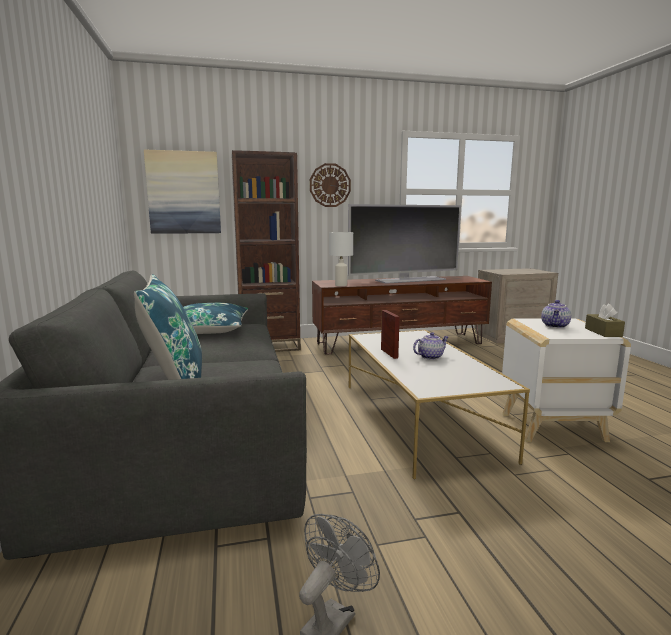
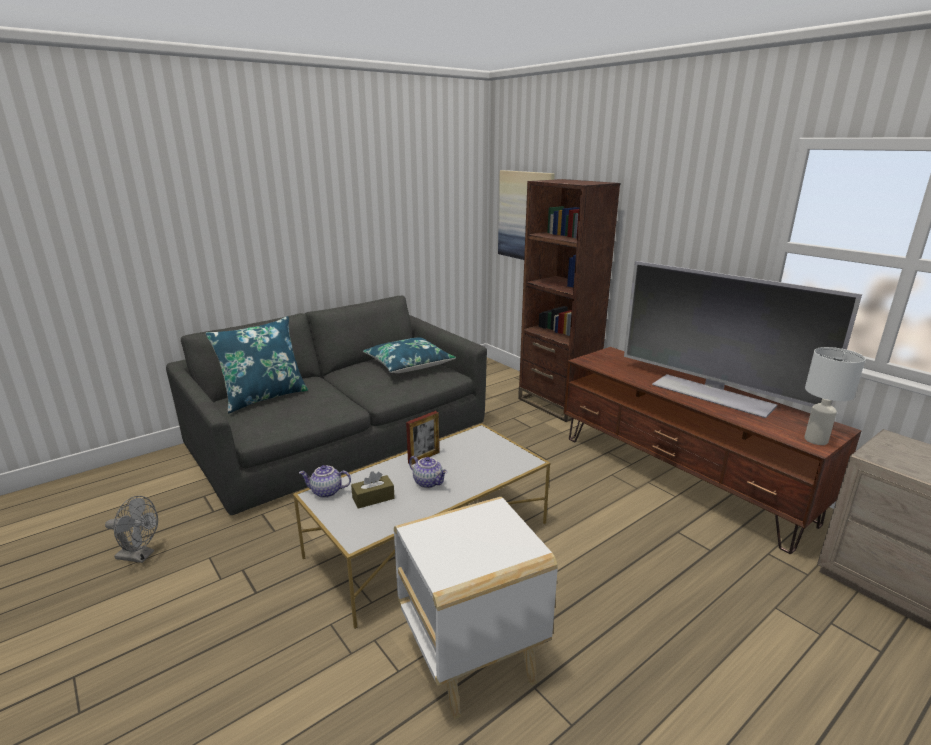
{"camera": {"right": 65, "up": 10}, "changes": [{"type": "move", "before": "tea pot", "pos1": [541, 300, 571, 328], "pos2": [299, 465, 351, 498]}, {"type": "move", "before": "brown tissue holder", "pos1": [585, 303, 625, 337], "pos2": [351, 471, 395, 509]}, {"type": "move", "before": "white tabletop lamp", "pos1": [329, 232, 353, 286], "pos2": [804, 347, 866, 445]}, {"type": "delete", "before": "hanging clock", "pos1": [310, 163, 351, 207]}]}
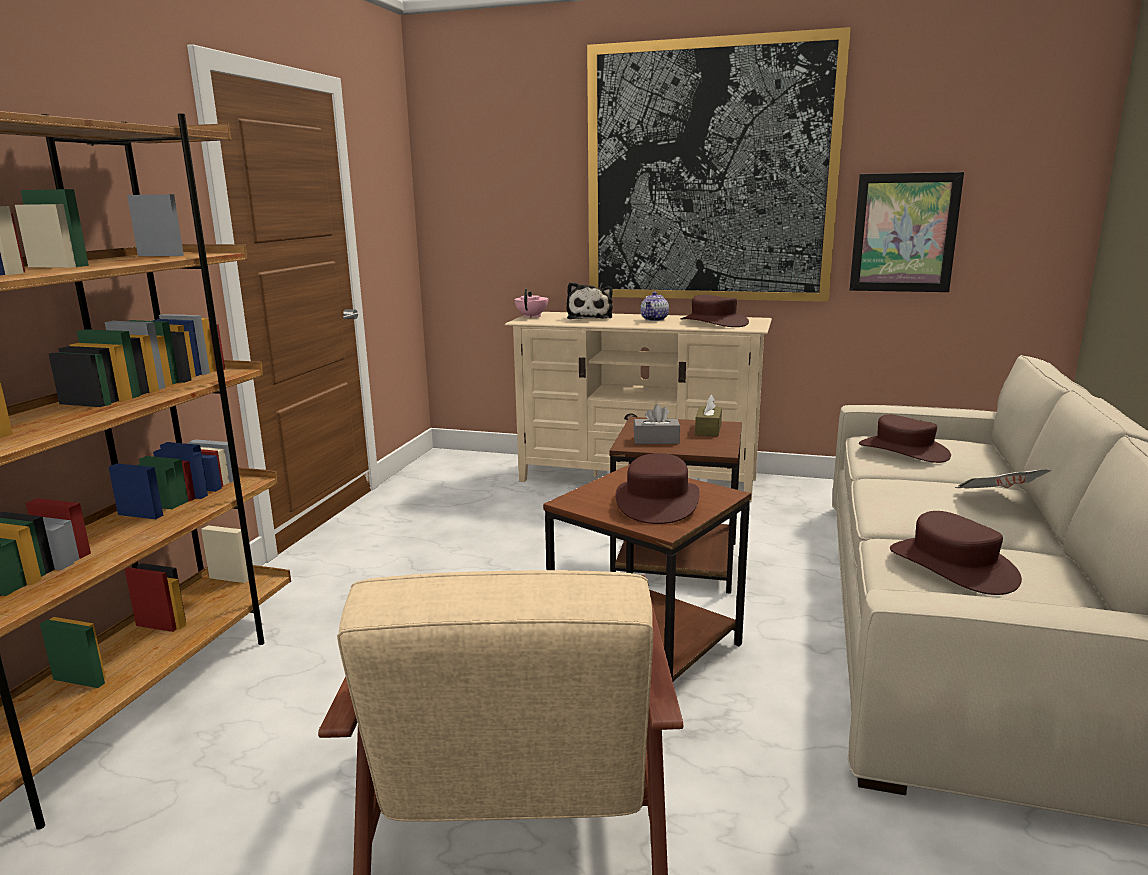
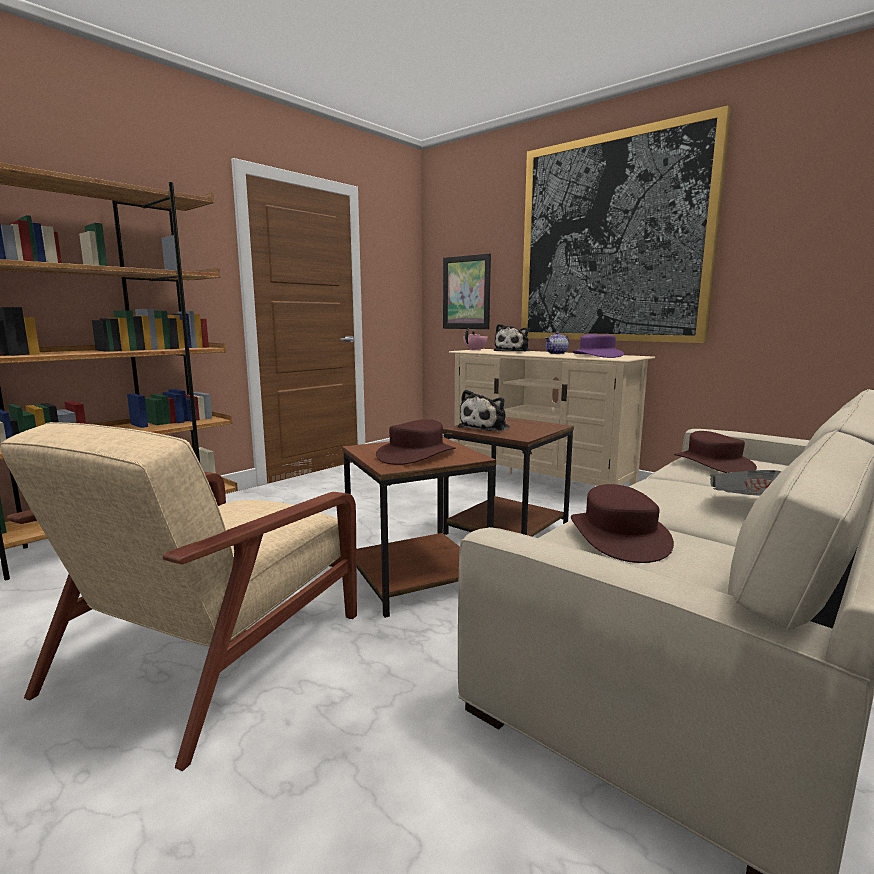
{"camera": {"right": 25, "up": -5}, "changes": [{"type": "move", "before": "wall picture", "pos1": [850, 172, 964, 292], "pos2": [443, 254, 491, 329]}, {"type": "replace", "before": "grey tissue holder", "after": "cuddly toy", "pos1": [634, 404, 680, 444], "pos2": [458, 390, 509, 431]}, {"type": "recolor", "before": "brown wearable hat", "after": "purplish wearable hat", "pos1": [681, 295, 749, 327], "pos2": [573, 334, 624, 358]}, {"type": "delete", "before": "brown tissue holder", "pos1": [695, 394, 722, 436]}]}
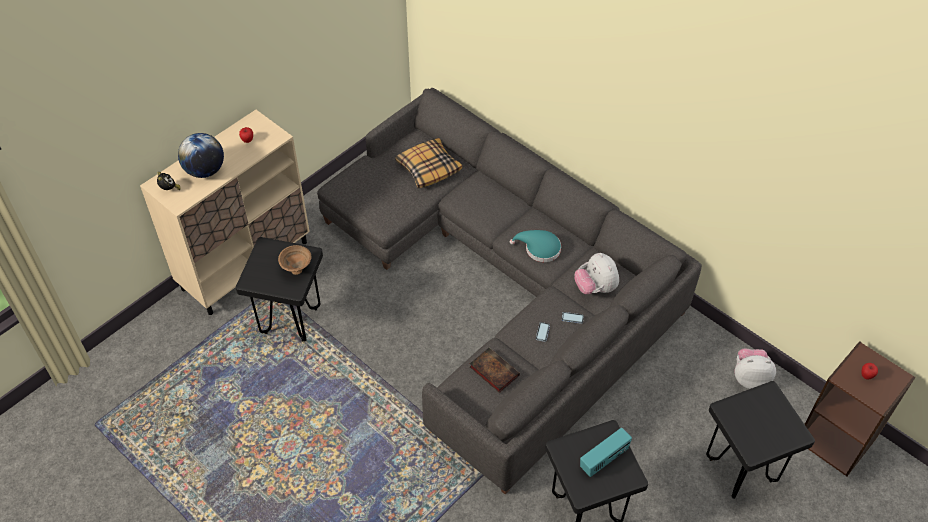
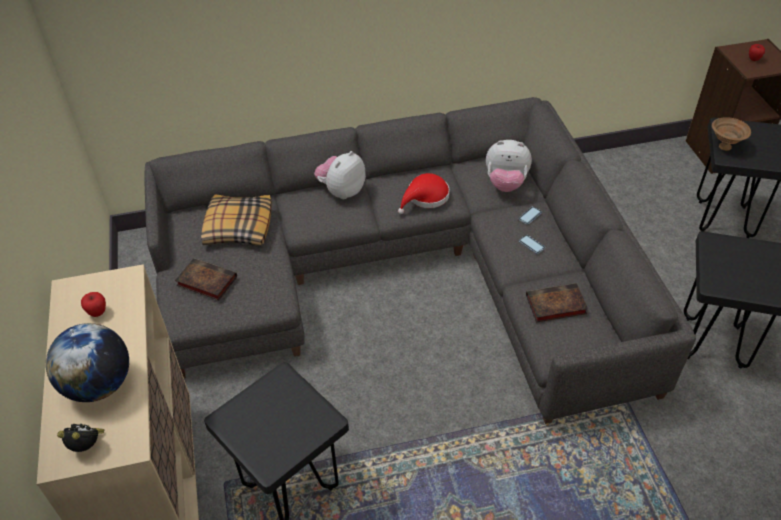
{"camera": {"right": -55, "up": -5}, "changes": [{"type": "insert", "after": "bound book", "pos2": [175, 258, 237, 300]}, {"type": "move", "before": "cuddly toy", "pos1": [735, 348, 776, 389], "pos2": [314, 151, 366, 199]}, {"type": "recolor", "before": "blue-green wearable hat", "after": "red wearable hat", "pos1": [510, 230, 561, 262], "pos2": [398, 173, 450, 214]}, {"type": "move", "before": "brown serving bowl", "pos1": [278, 245, 312, 275], "pos2": [712, 117, 751, 151]}, {"type": "delete", "before": "radio", "pos1": [580, 428, 632, 477]}]}
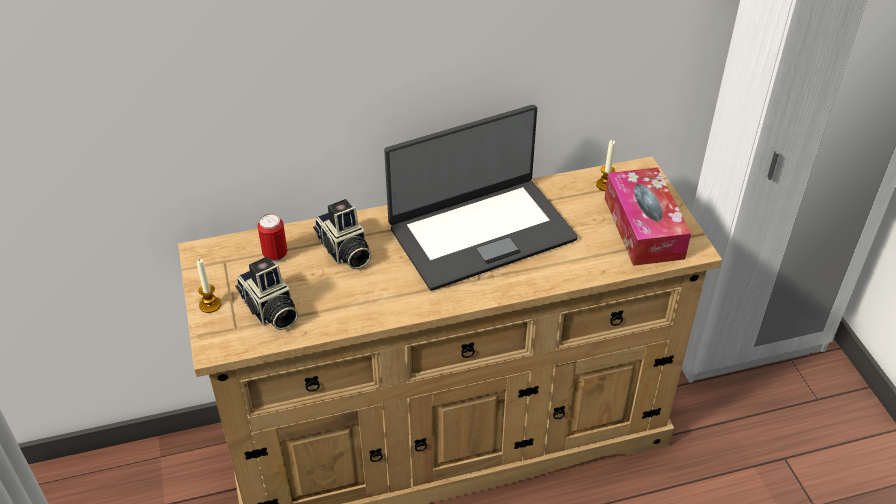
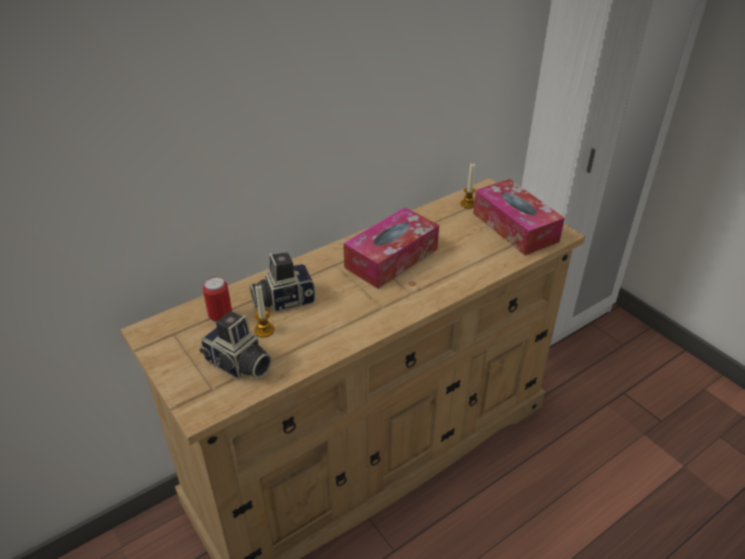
{"camera": {"right": -20, "up": -5}, "changes": [{"type": "rotate", "before": "photo camera", "pos1": [313, 199, 372, 269], "pos2": [249, 252, 316, 312], "turn": 120}, {"type": "move", "before": "candle", "pos1": [196, 259, 221, 313], "pos2": [254, 285, 274, 338]}, {"type": "replace", "before": "portable computer", "after": "tissue holder", "pos1": [384, 105, 578, 291], "pos2": [343, 207, 439, 289]}]}
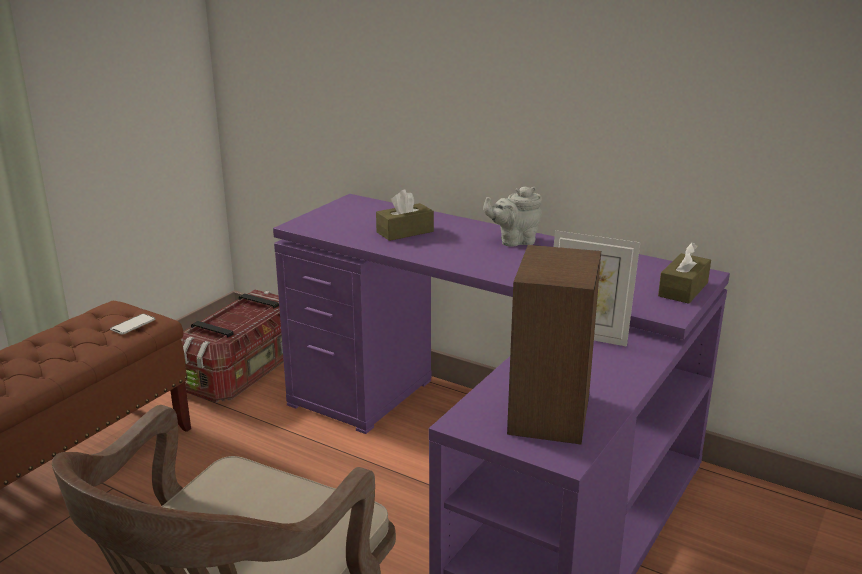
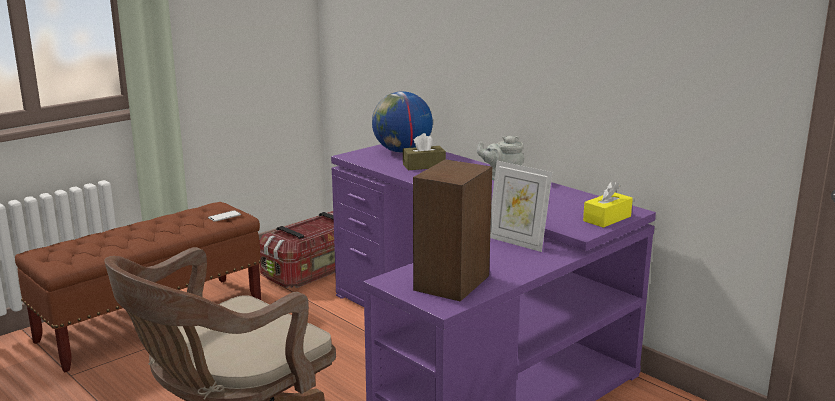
{"camera": {"right": 15, "up": -5}, "changes": [{"type": "insert", "after": "desk globe", "pos2": [372, 91, 433, 153]}, {"type": "recolor", "before": "brown tissue holder", "after": "yellow tissue holder", "pos1": [658, 242, 711, 304], "pos2": [583, 181, 633, 228]}]}
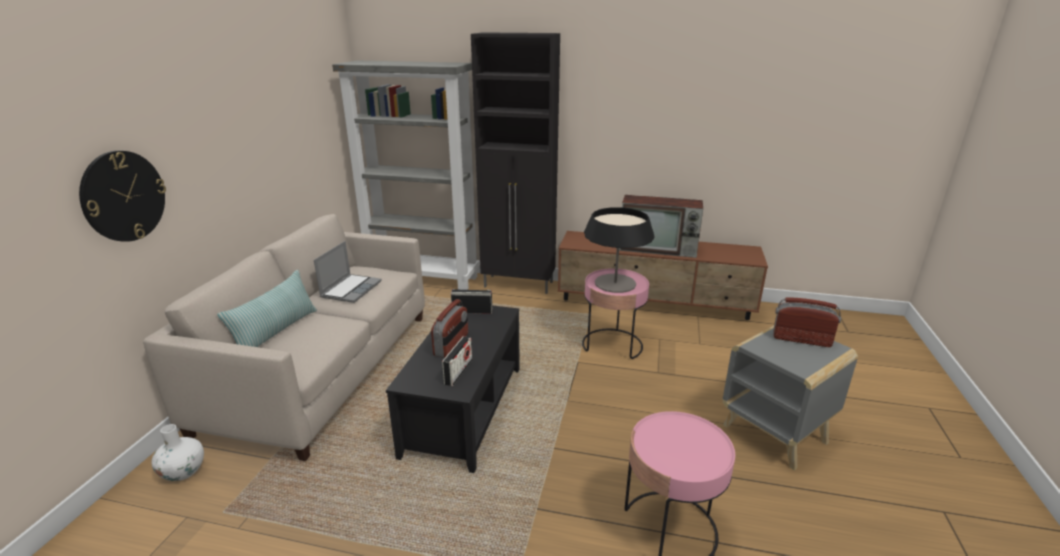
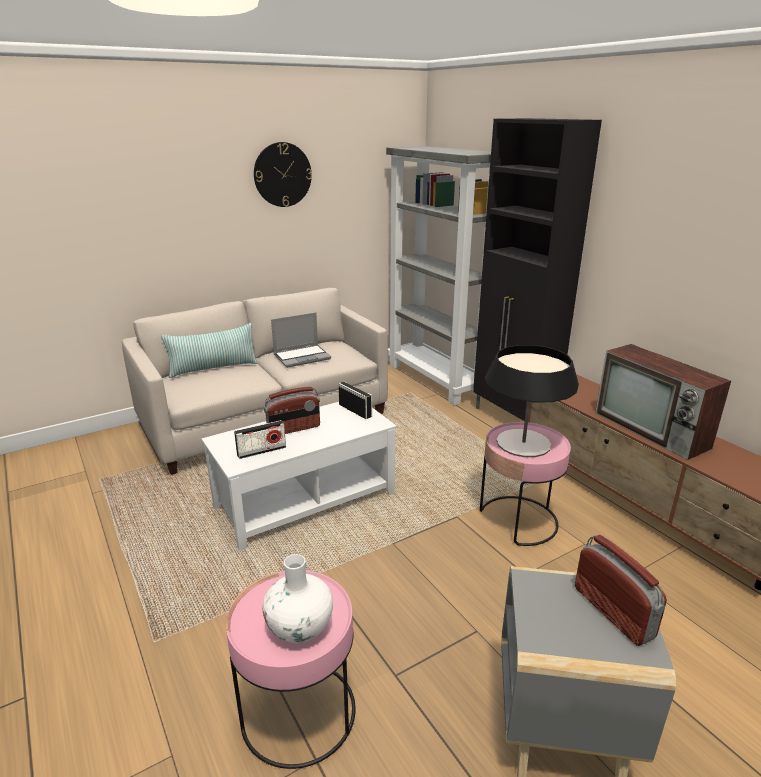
{"camera": {"right": 45, "up": 0}, "changes": [{"type": "recolor", "before": "black low table", "after": "white low table", "pos1": [386, 305, 520, 473], "pos2": [202, 402, 397, 551]}, {"type": "move", "before": "hanging clock", "pos1": [79, 151, 166, 242], "pos2": [254, 142, 312, 207]}, {"type": "move", "before": "white decorative vase", "pos1": [151, 424, 204, 481], "pos2": [263, 554, 333, 643]}]}
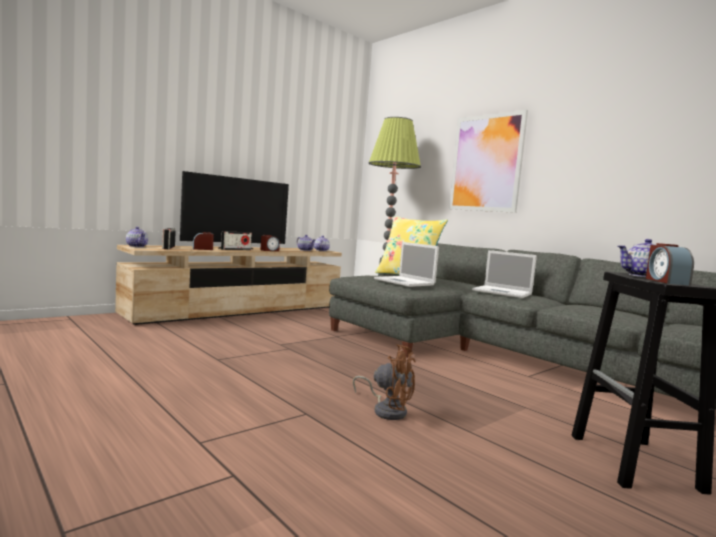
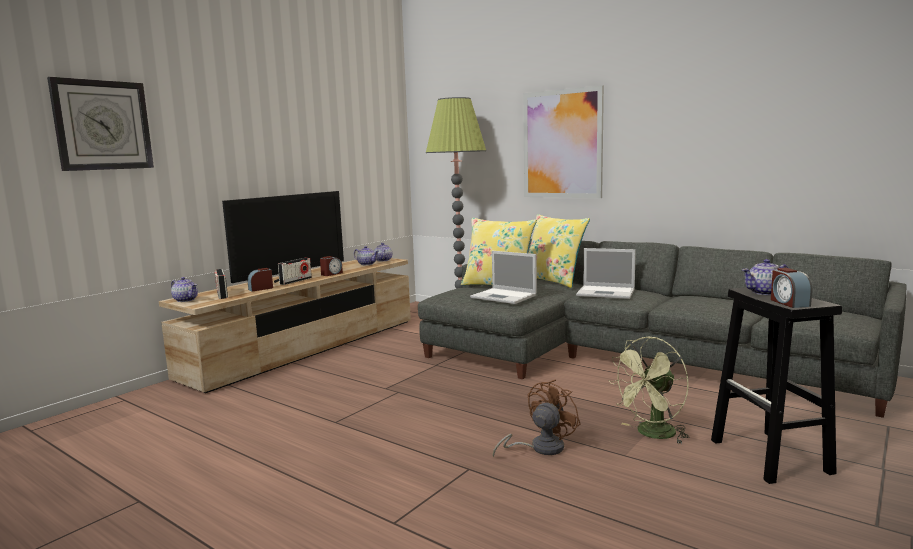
{"camera": {"right": -10, "up": 5}, "changes": [{"type": "insert", "after": "hanging clock", "pos2": [47, 77, 154, 171]}, {"type": "rotate", "before": "brown electric fan", "pos1": [353, 344, 415, 420], "pos2": [492, 380, 581, 458], "turn": -60}, {"type": "insert", "after": "yellow cushion", "pos2": [529, 214, 590, 288]}, {"type": "insert", "after": "greenish electric fan", "pos2": [608, 337, 690, 444]}]}
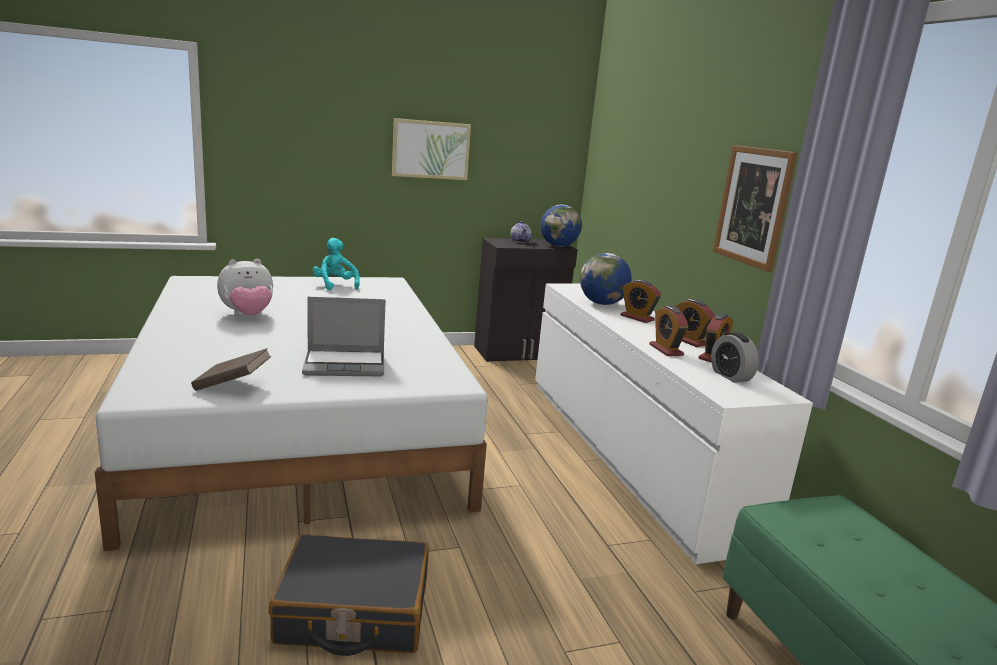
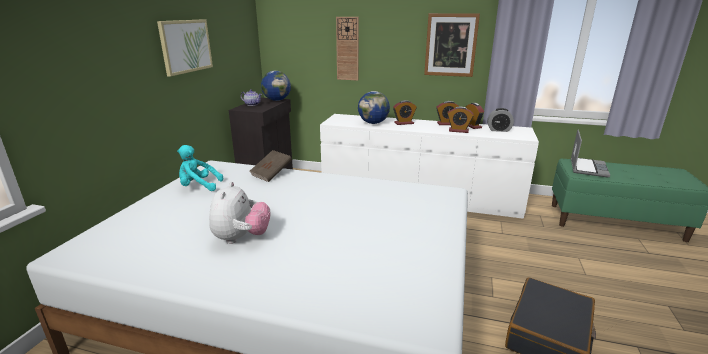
{"camera": {"right": -55, "up": 5}, "changes": [{"type": "move", "before": "brown bound book", "pos1": [191, 348, 271, 391], "pos2": [249, 150, 292, 182]}, {"type": "insert", "after": "hanging clock", "pos2": [336, 17, 359, 81]}, {"type": "move", "before": "portable computer", "pos1": [302, 297, 386, 377], "pos2": [571, 129, 610, 177]}]}
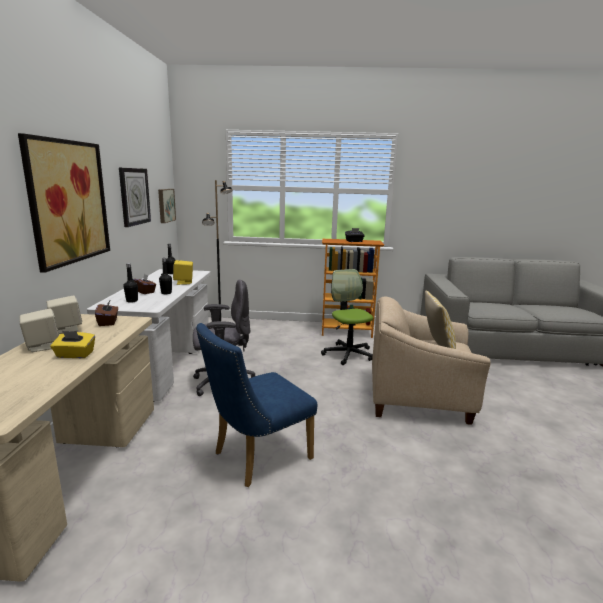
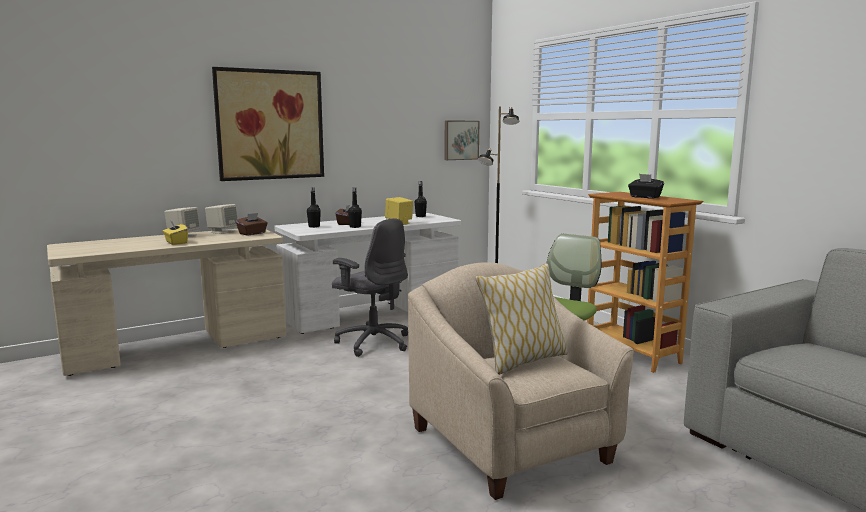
{"camera": {"right": 55, "up": -5}, "changes": [{"type": "delete", "before": "hanging clock", "pos1": [119, 168, 151, 227]}, {"type": "delete", "before": "bluish plain chair", "pos1": [196, 323, 317, 487]}]}
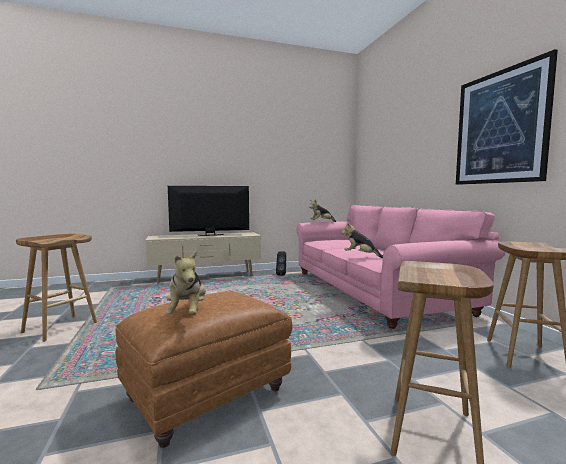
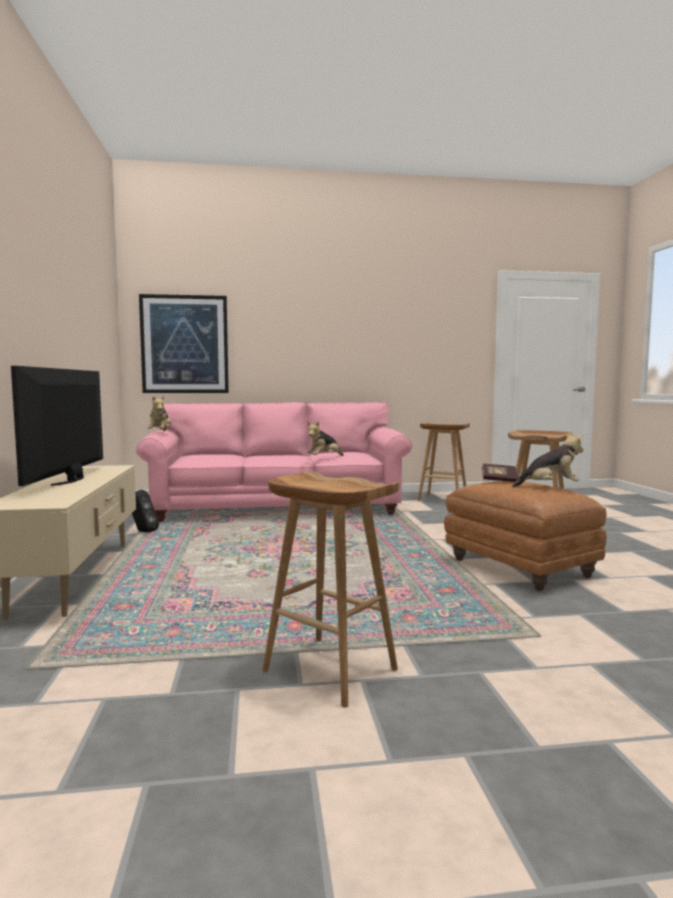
{"camera": {"right": -80, "up": 0}, "changes": [{"type": "move", "before": "wall picture", "pos1": [456, 49, 558, 185], "pos2": [139, 294, 229, 393]}, {"type": "insert", "after": "bound book", "pos2": [482, 464, 518, 482]}]}
